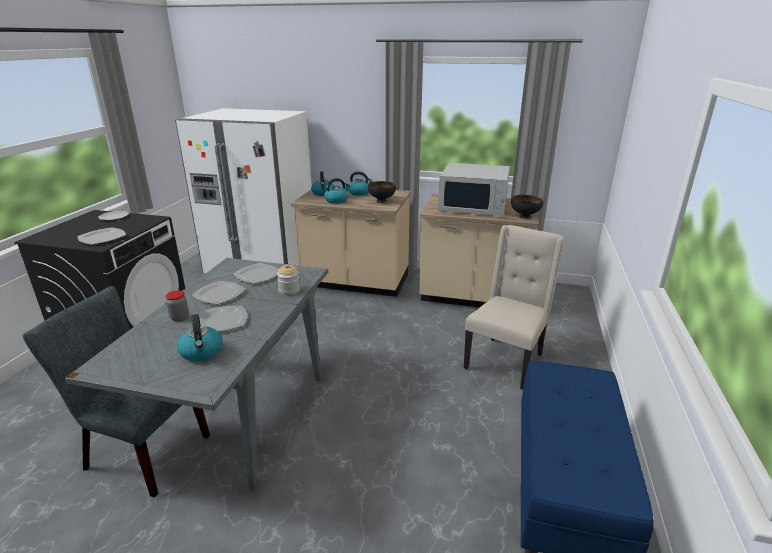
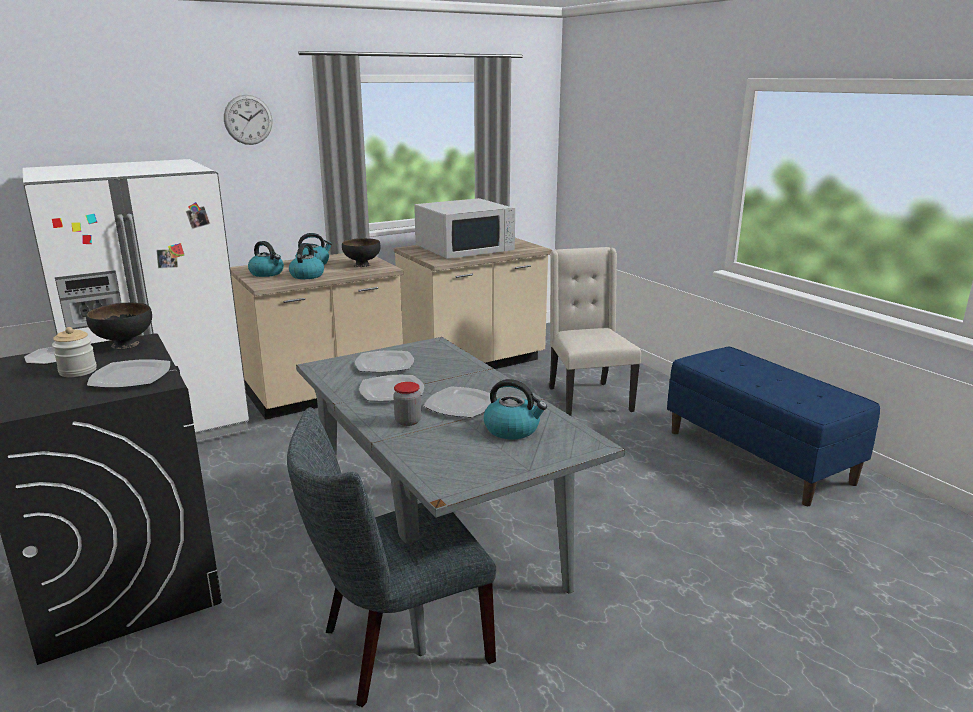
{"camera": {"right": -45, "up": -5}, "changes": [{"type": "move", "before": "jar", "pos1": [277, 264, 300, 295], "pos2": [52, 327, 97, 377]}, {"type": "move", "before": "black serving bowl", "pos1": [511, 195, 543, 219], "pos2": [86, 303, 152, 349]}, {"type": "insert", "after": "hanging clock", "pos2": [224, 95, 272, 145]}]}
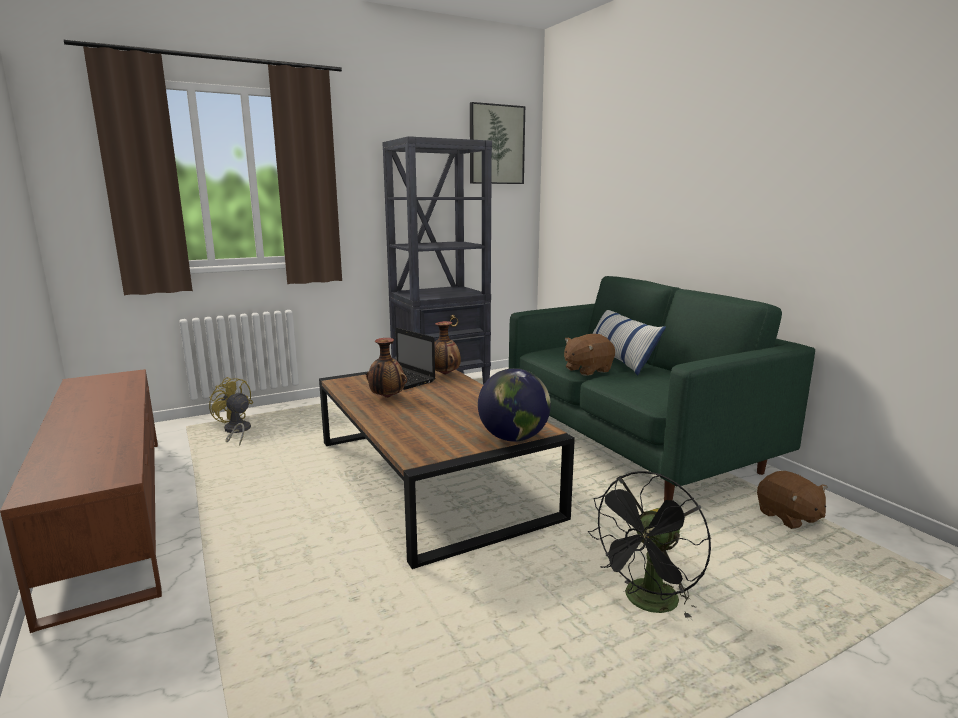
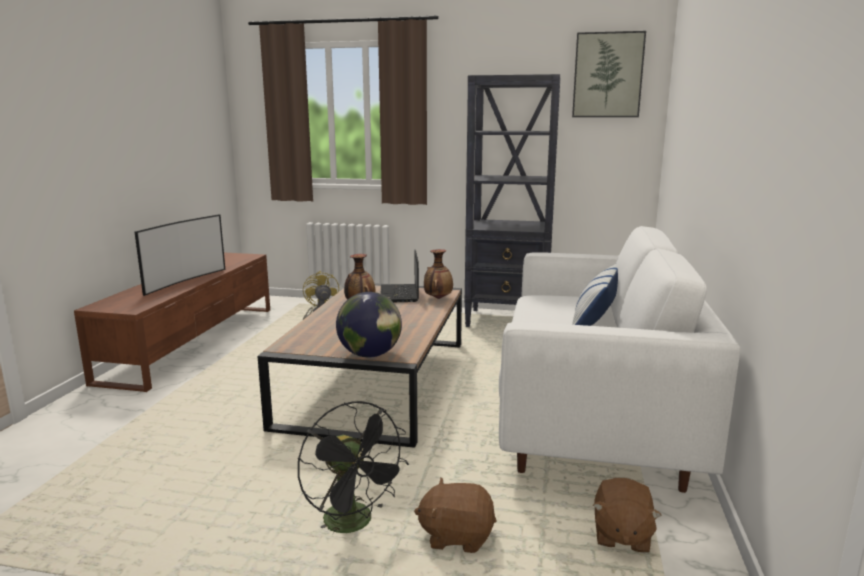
{"camera": {"right": 40, "up": 0}, "changes": [{"type": "insert", "after": "TV set", "pos2": [135, 214, 225, 296]}, {"type": "rotate", "before": "black electric fan", "pos1": [588, 471, 711, 619], "pos2": [298, 401, 409, 533], "turn": -120}, {"type": "move", "before": "brown cuddly toy", "pos1": [564, 334, 615, 376], "pos2": [414, 478, 496, 553]}, {"type": "recolor", "before": "greenish couch", "after": "white couch", "pos1": [509, 276, 815, 501], "pos2": [499, 226, 740, 493]}]}
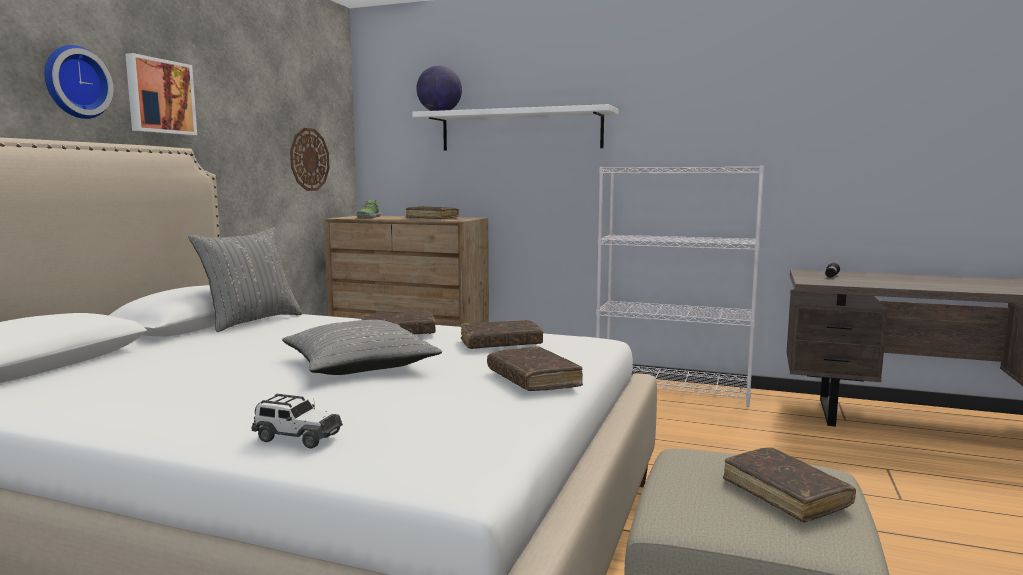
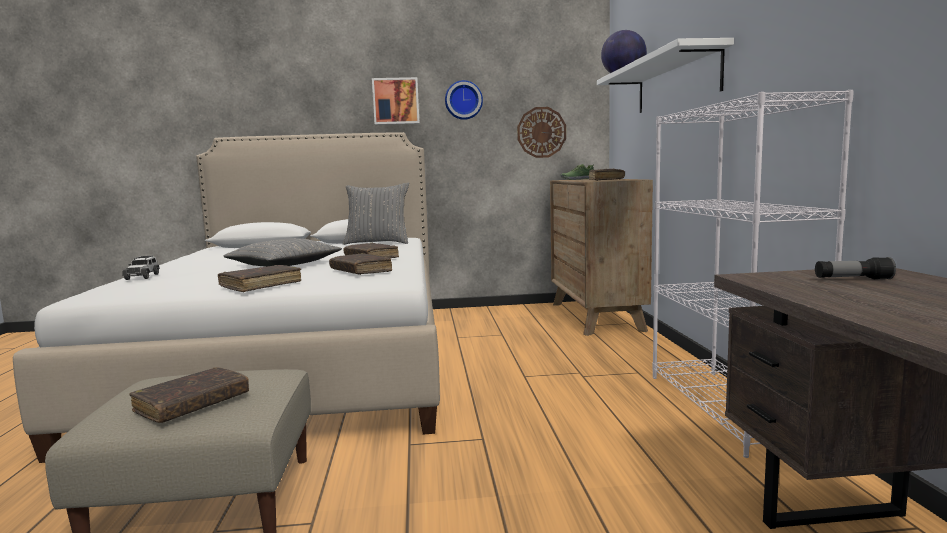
{"camera": {"right": 65, "up": 0}, "changes": [{"type": "move", "before": "hanging clock", "pos1": [44, 45, 113, 119], "pos2": [445, 80, 483, 120]}]}
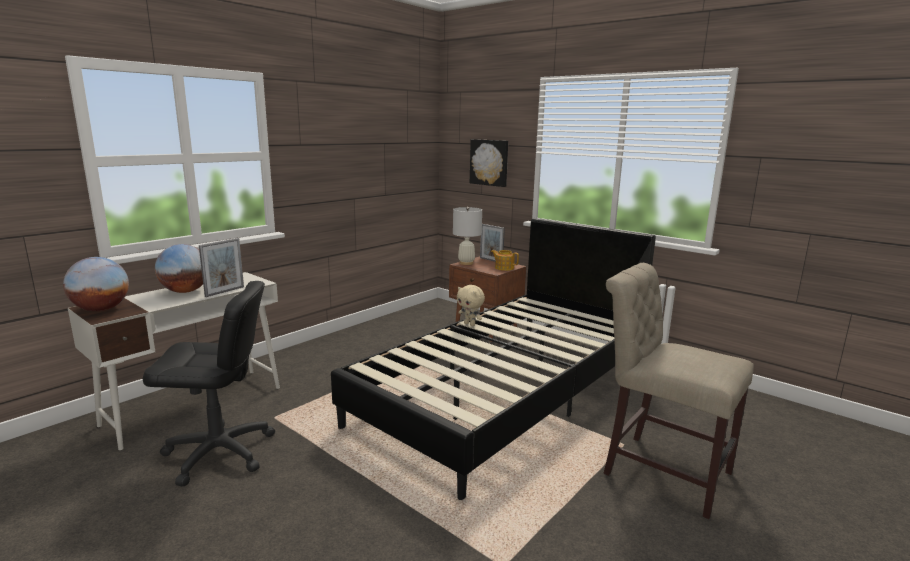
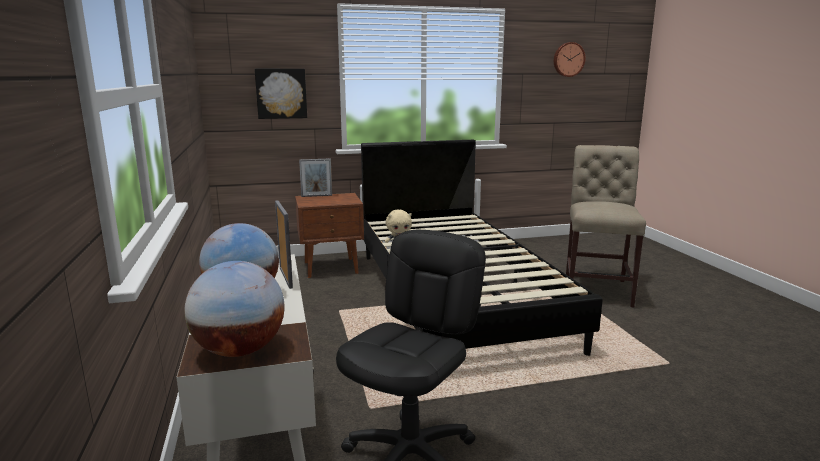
{"camera": {"right": -55, "up": 0}, "changes": [{"type": "insert", "after": "hanging clock", "pos2": [554, 42, 586, 77]}, {"type": "rotate", "before": "sand-coloured plain chair", "pos1": [603, 263, 754, 519], "pos2": [566, 145, 646, 307], "turn": 120}, {"type": "delete", "before": "white tabletop lamp", "pos1": [453, 207, 482, 265]}, {"type": "delete", "before": "tea pot", "pos1": [491, 250, 519, 271]}]}
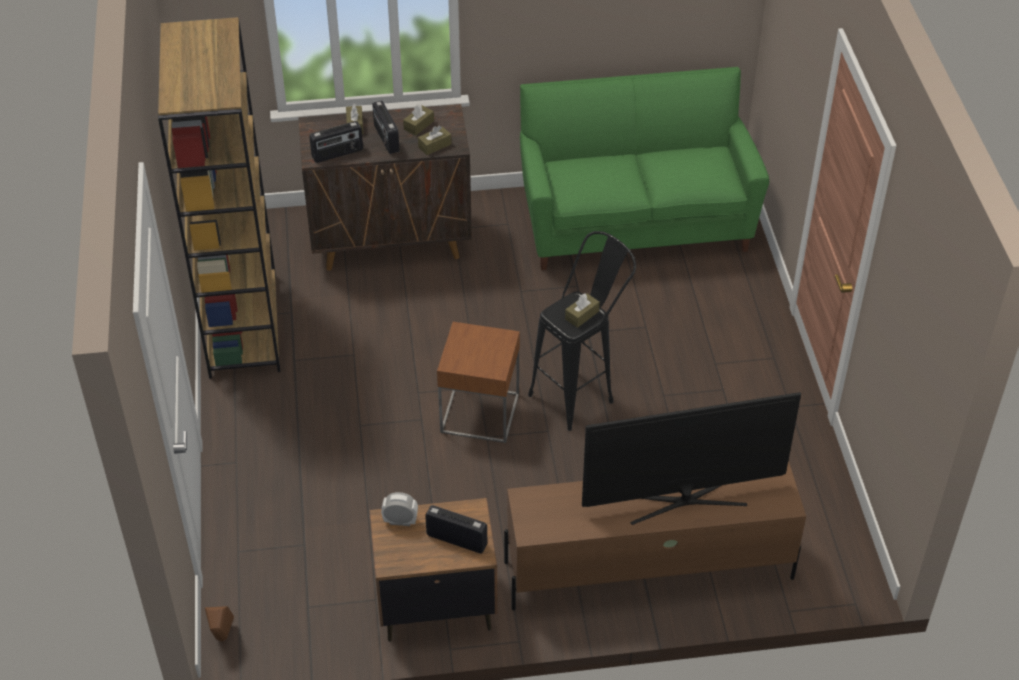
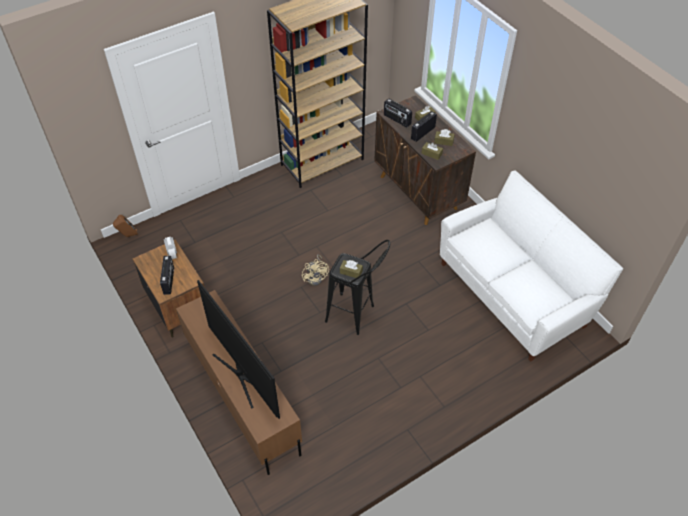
{"camera": {"right": 65, "up": 5}, "changes": [{"type": "replace", "before": "brown accent table", "after": "sand-coloured electric fan", "pos1": [437, 322, 520, 443], "pos2": [302, 254, 329, 286]}, {"type": "recolor", "before": "greenish couch", "after": "white couch", "pos1": [520, 67, 769, 270], "pos2": [440, 170, 623, 362]}]}
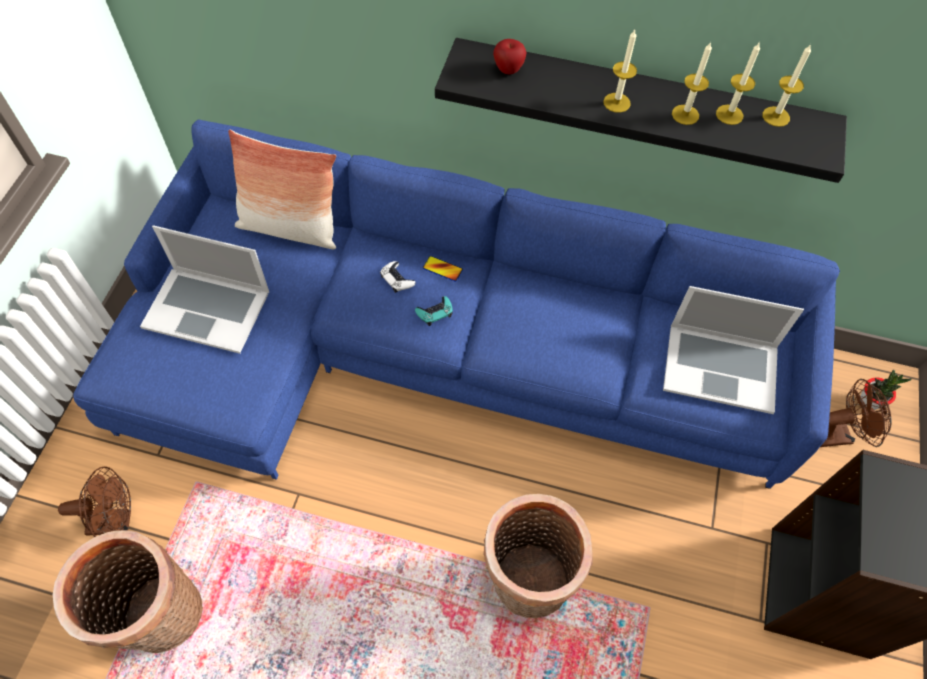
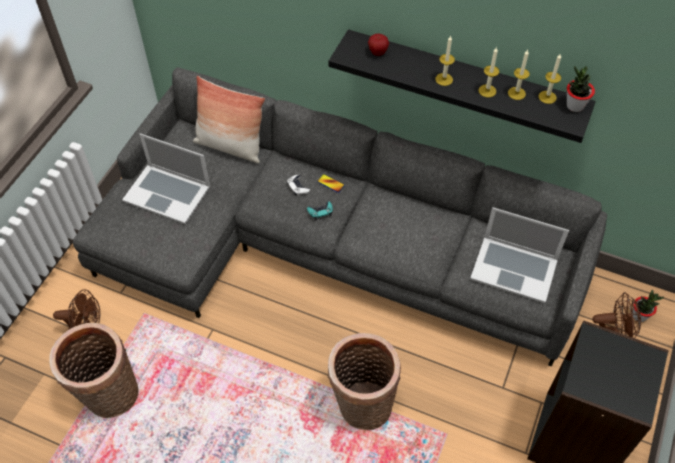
{"camera": {"right": 10, "up": -5}, "changes": [{"type": "recolor", "before": "bluish couch", "after": "grey couch", "pos1": [73, 119, 840, 489], "pos2": [73, 67, 607, 367]}, {"type": "insert", "after": "houseplant", "pos2": [567, 66, 595, 112]}]}
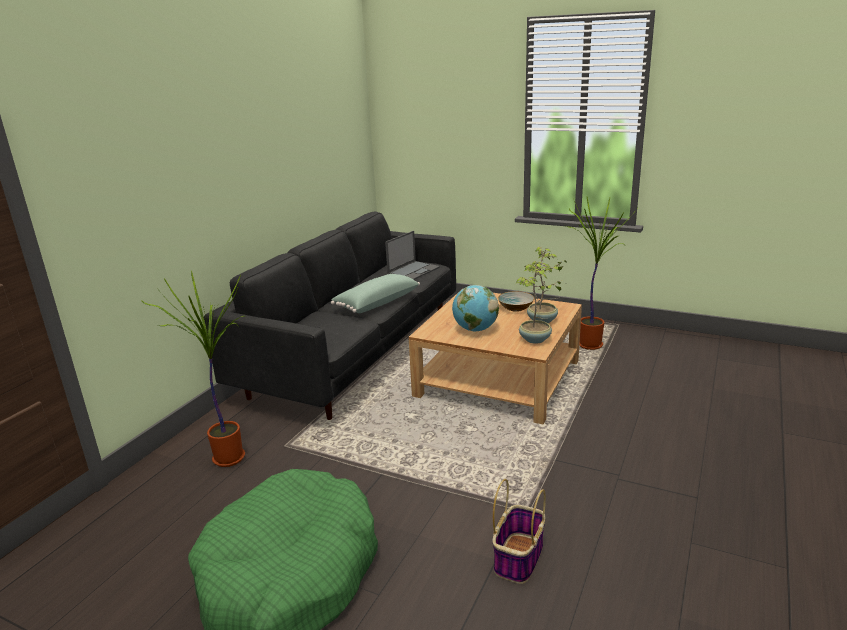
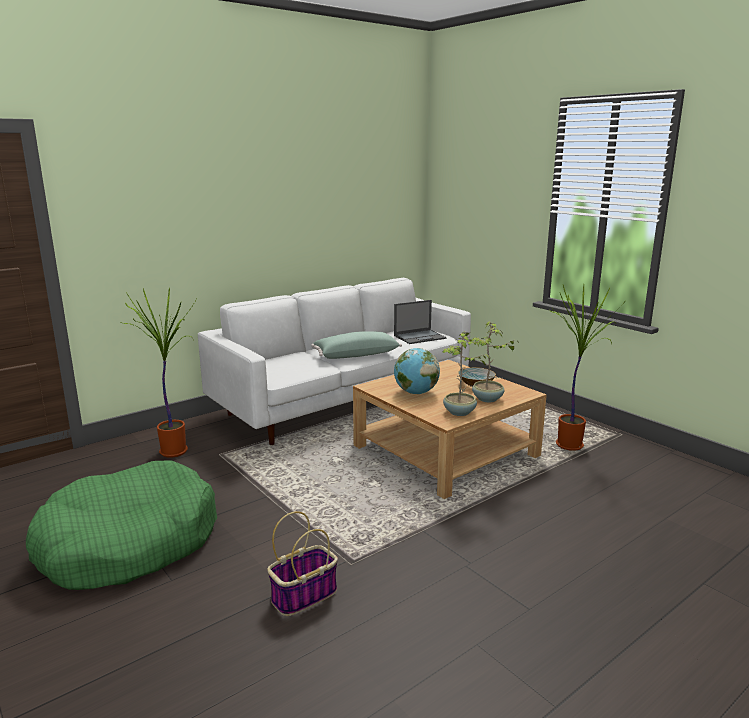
{"camera": {"right": 25, "up": -5}, "changes": [{"type": "recolor", "before": "black couch", "after": "white couch", "pos1": [204, 212, 456, 420], "pos2": [198, 278, 471, 445]}]}
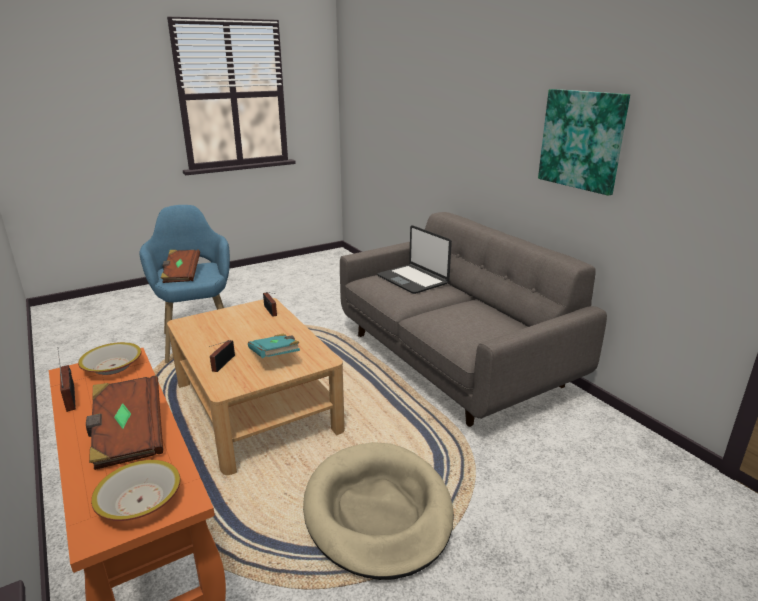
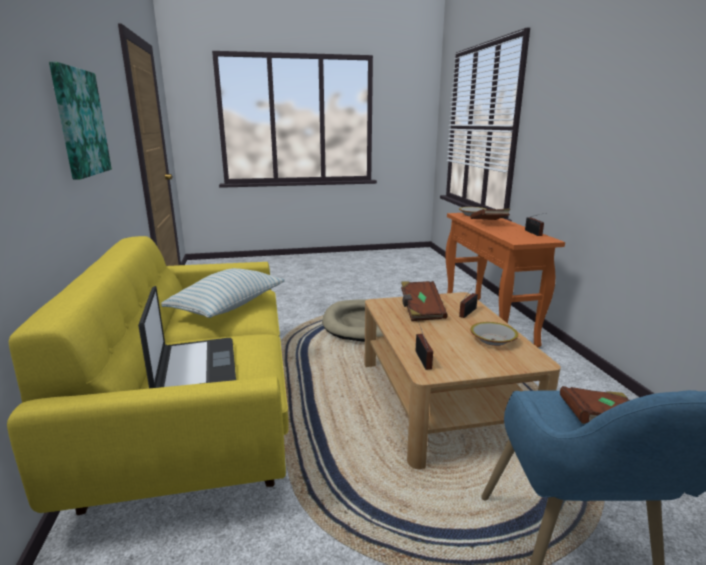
{"camera": {"right": -160, "up": -5}, "changes": [{"type": "recolor", "before": "grey couch", "after": "yellow couch", "pos1": [340, 212, 607, 427], "pos2": [7, 236, 289, 515]}, {"type": "insert", "after": "cushion", "pos2": [161, 268, 285, 318]}, {"type": "recolor", "before": "blue-green bound book", "after": "brown bound book", "pos1": [248, 334, 300, 358], "pos2": [401, 281, 448, 321]}, {"type": "move", "before": "serving bowl", "pos1": [78, 342, 142, 375], "pos2": [470, 322, 518, 346]}]}
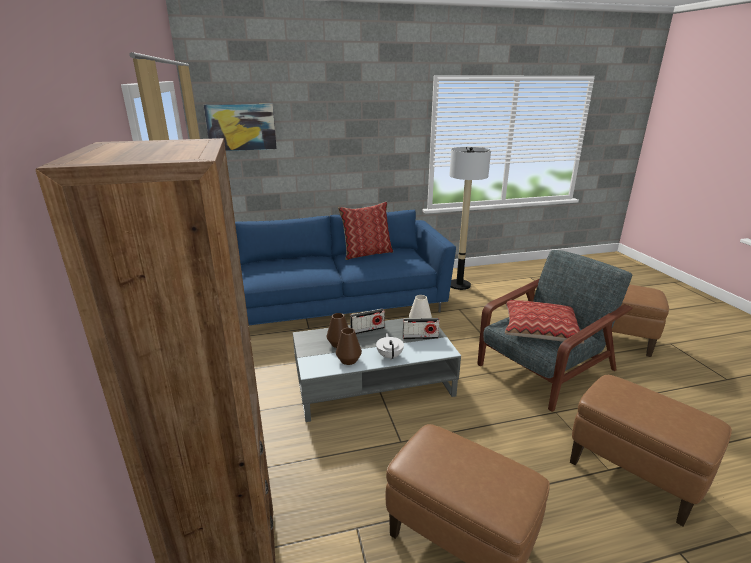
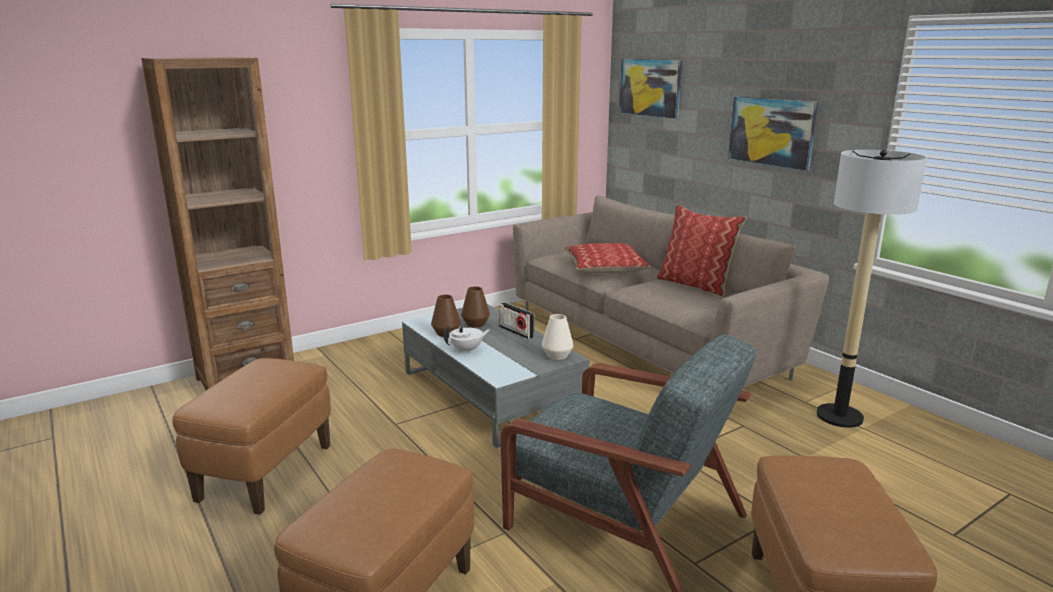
{"camera": {"right": 70, "up": -5}, "changes": [{"type": "recolor", "before": "bluish couch", "after": "sand-coloured couch", "pos1": [235, 210, 456, 325], "pos2": [513, 196, 829, 387]}, {"type": "move", "before": "cushion", "pos1": [505, 300, 584, 344], "pos2": [564, 243, 650, 274]}, {"type": "insert", "after": "wall picture", "pos2": [728, 96, 818, 171]}, {"type": "delete", "before": "radio", "pos1": [403, 318, 440, 339]}]}
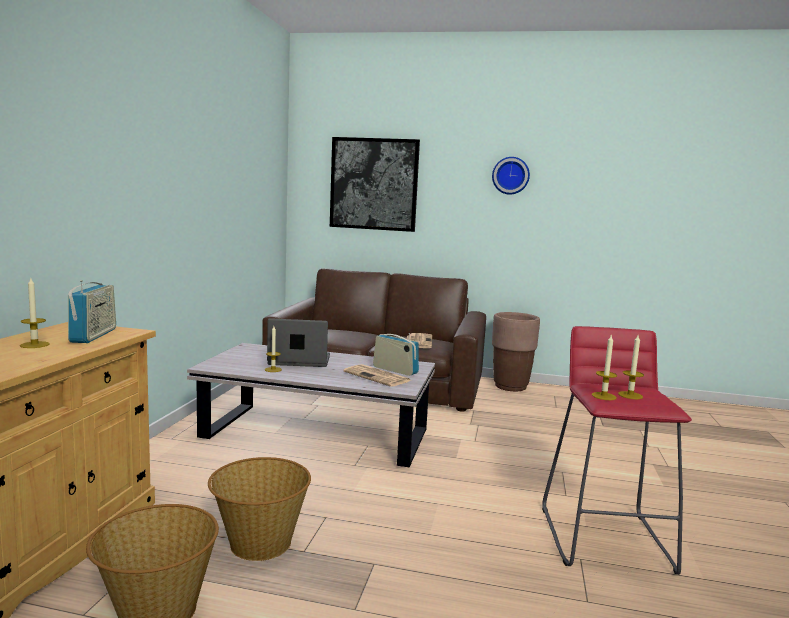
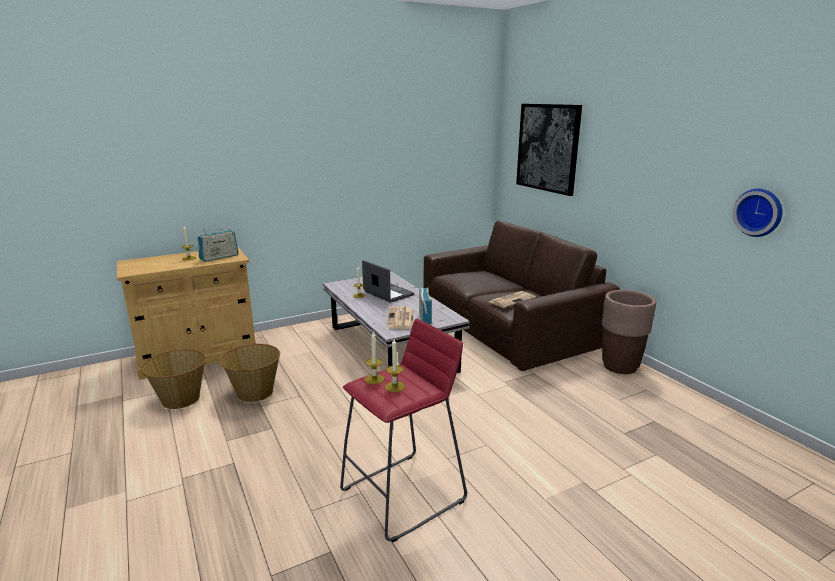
{"camera": {"right": 50, "up": 10}, "changes": [{"type": "move", "before": "hanging clock", "pos1": [492, 157, 530, 195], "pos2": [733, 189, 782, 237]}]}
